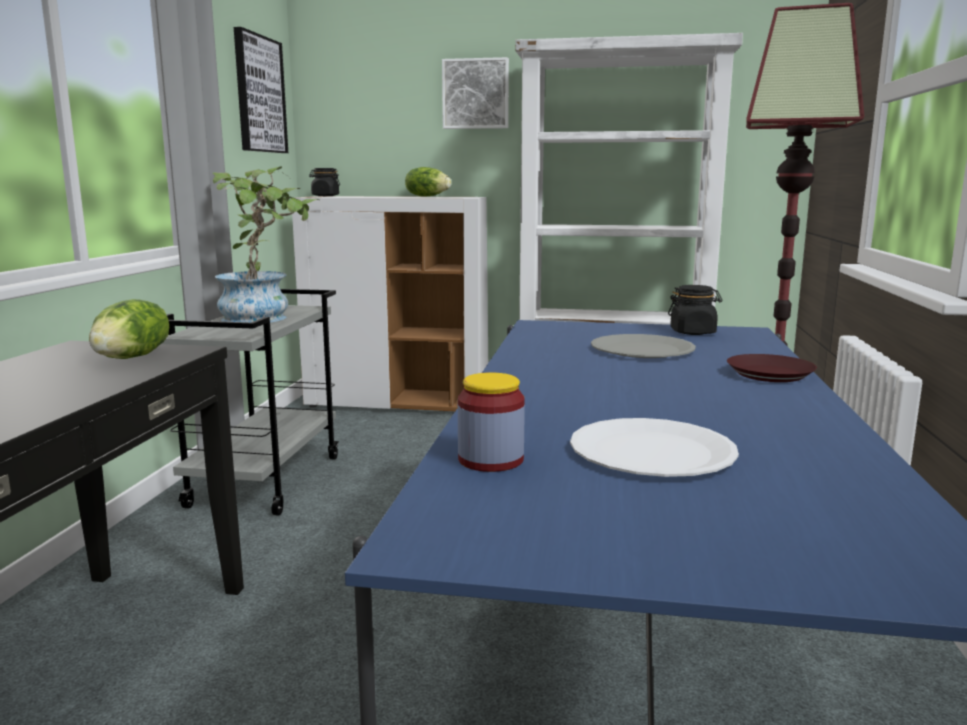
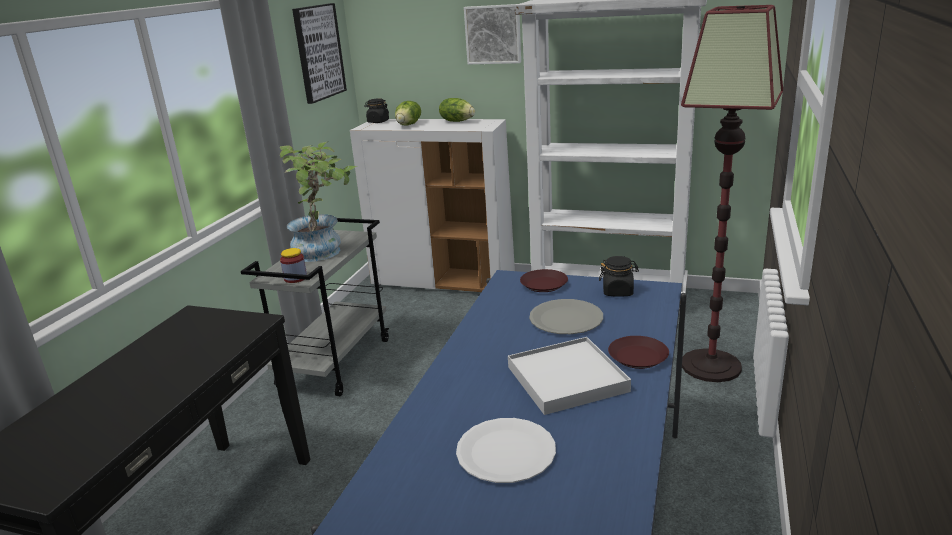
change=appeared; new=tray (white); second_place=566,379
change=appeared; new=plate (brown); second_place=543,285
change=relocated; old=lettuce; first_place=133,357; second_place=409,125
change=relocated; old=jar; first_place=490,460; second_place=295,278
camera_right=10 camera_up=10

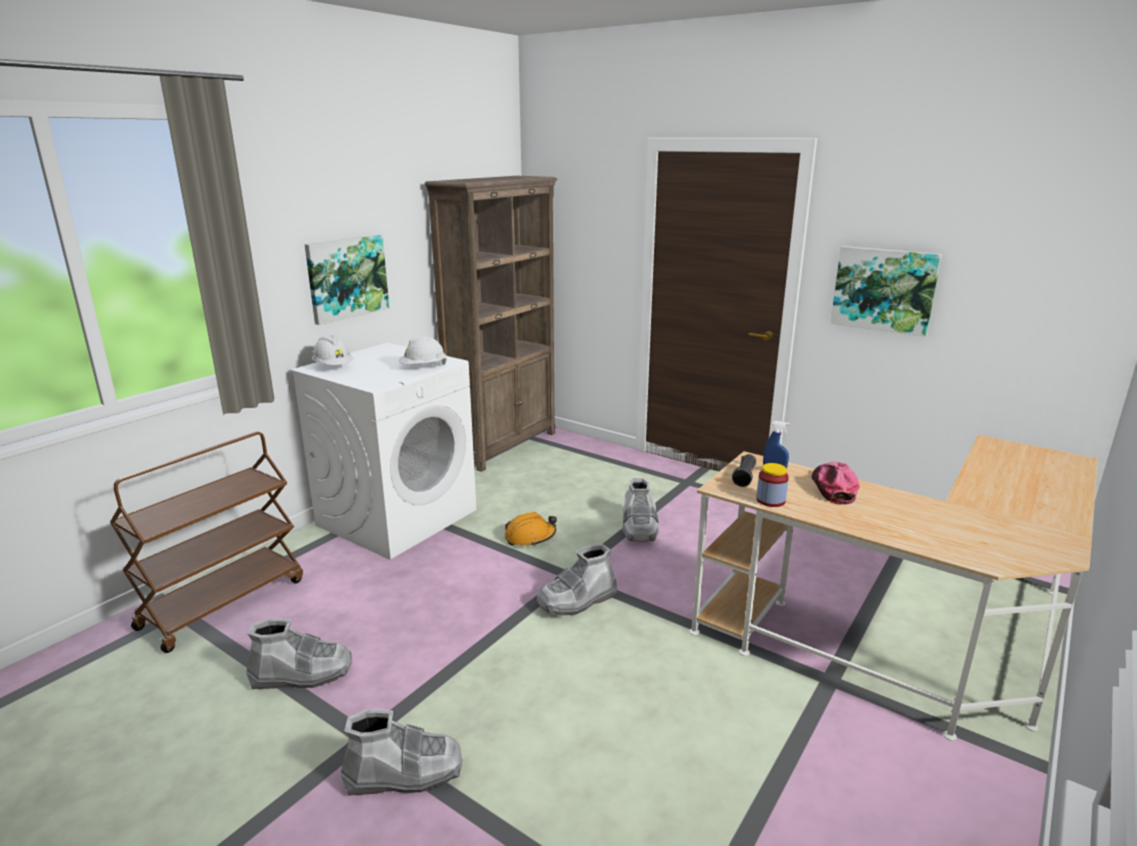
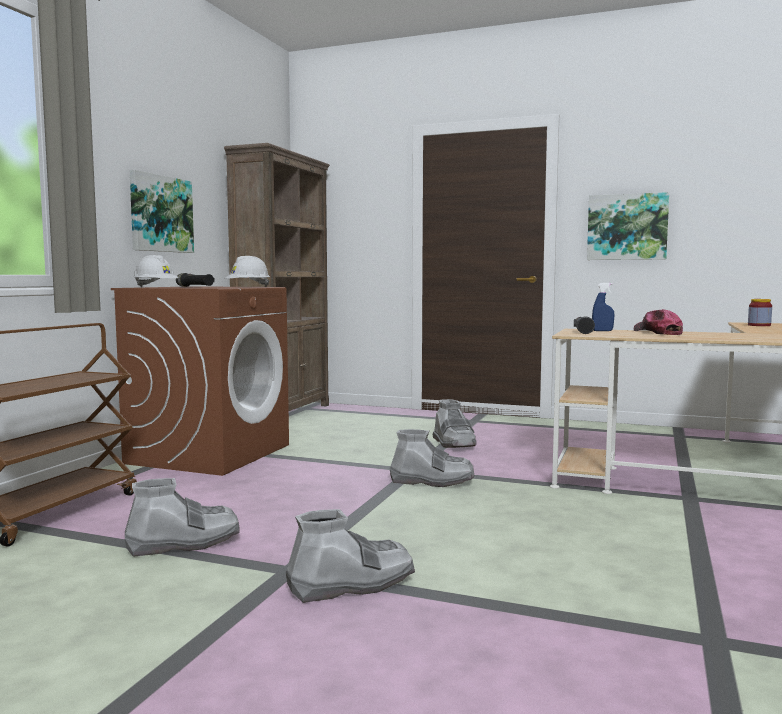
change=missing; old=hard hat (orange); first_place=530,537
change=appeared; new=flashlight (black); second_place=195,286
change=relocated; old=jar; first_place=770,500; second_place=759,325
change=colour; old=washing machine (white); new=washing machine (brown); first_place=397,517; second_place=209,454
change=spun; old=boot (grey); first_place=576,600; second_place=432,481; degrees=-120
camera_right=-15 camera_up=-15

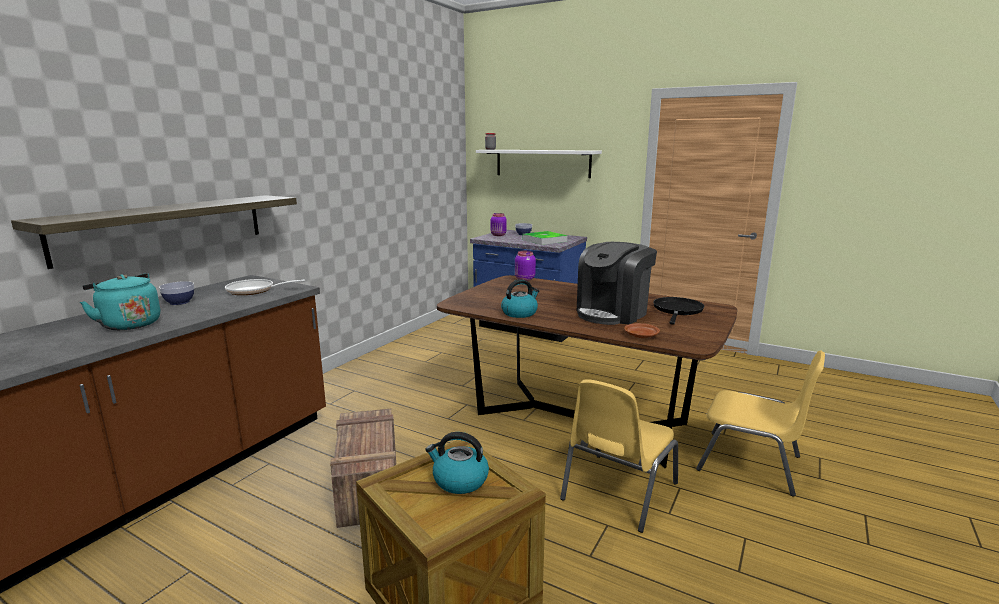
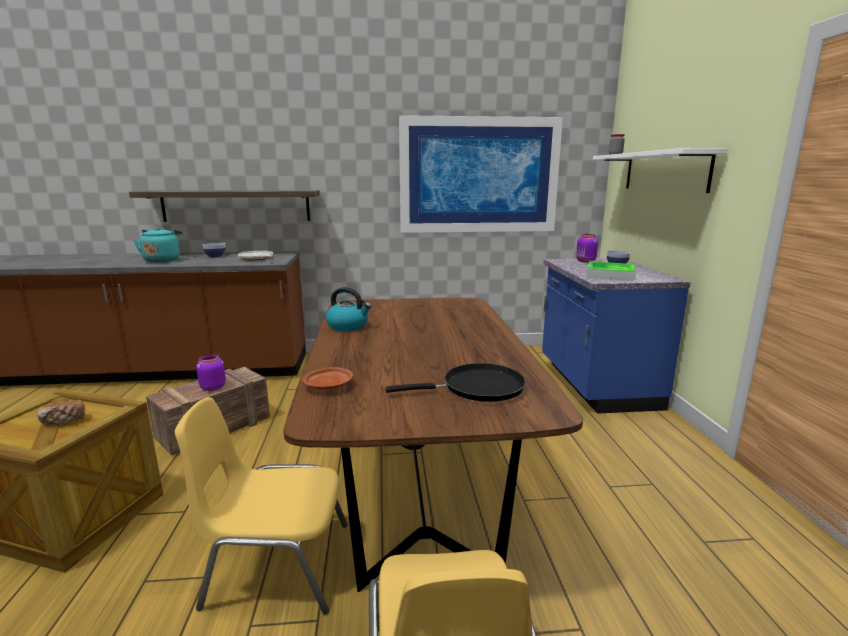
change=missing; old=coffee machine; first_place=612,313
change=appeared; new=picture; second_place=479,176
change=relocated; old=jar (purple); first_place=524,279; second_place=212,388
change=exchanged; old=kettle; new=bread; first_place=459,480; second_place=64,421
camera_right=55 camera_up=0

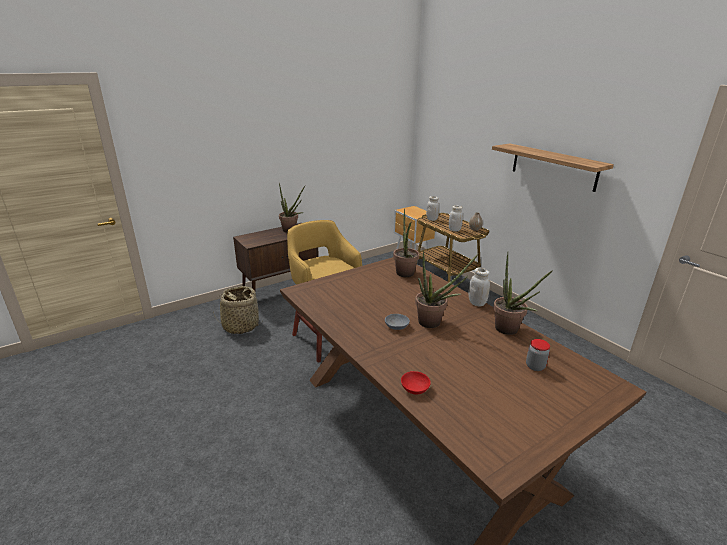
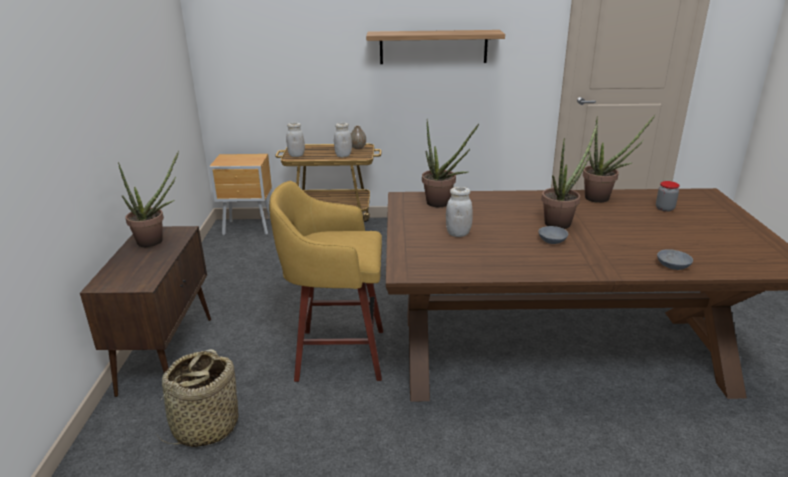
change=relocated; old=jar (white); first_place=477,303; second_place=458,233
change=colour; old=bowl (red); new=bowl (grey); first_place=413,388; second_place=672,266
camera_right=-55 camera_up=0

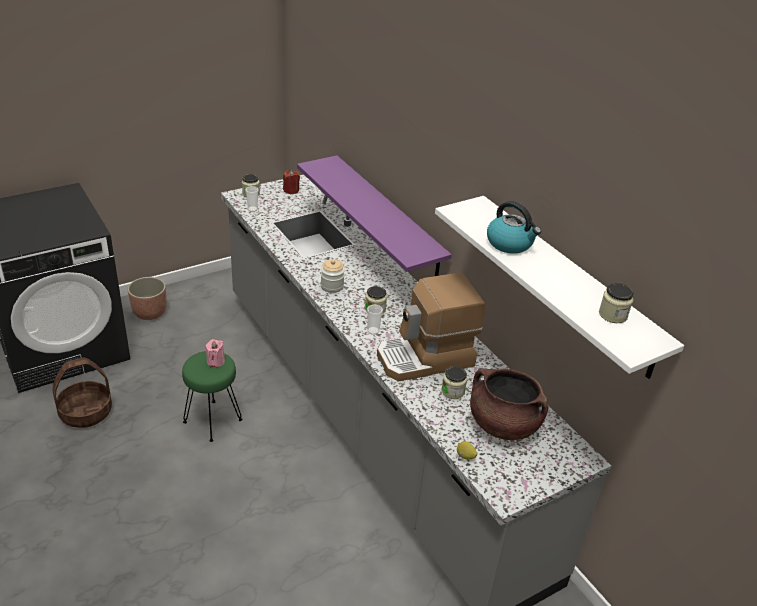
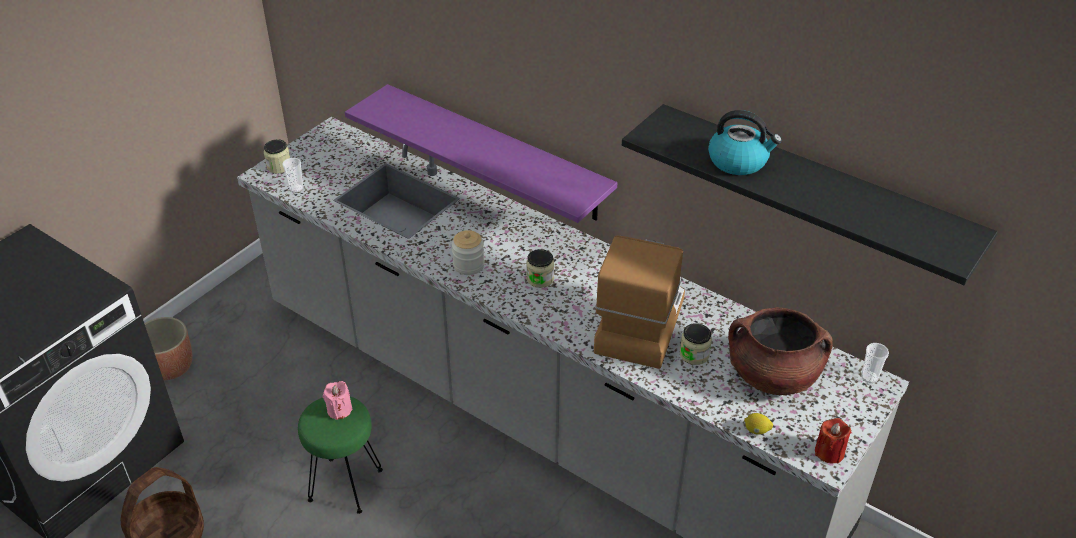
change=missing; old=jar; first_place=613,315
change=relocated; old=candle (red); first_place=291,190; second_place=829,452
change=relocated; old=cup; first_place=373,331; second_place=869,377
change=colour; old=shelf (white); new=shelf (black); first_place=566,284; second_place=812,190
change=spun; old=coffee machine; first_place=426,358; second_place=638,323; degrees=150
camera_right=-20 camera_up=5

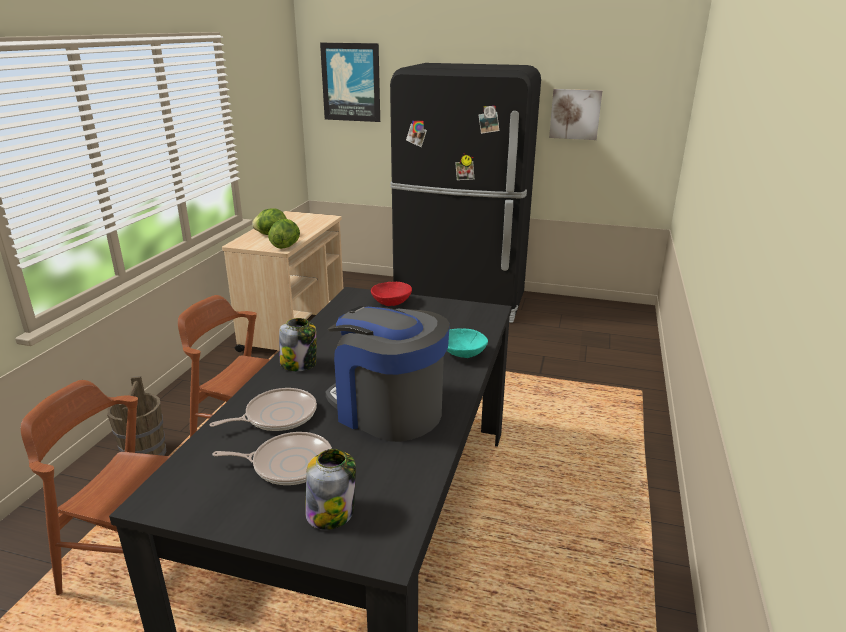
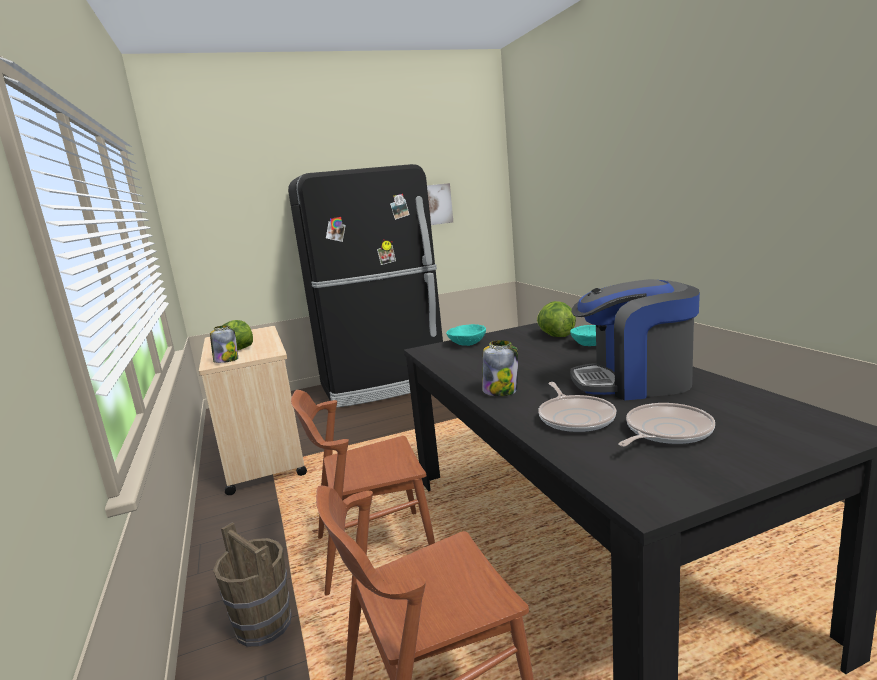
change=missing; old=picture; first_place=351,82
change=relocated; old=lettuce; first_place=286,246; second_place=555,336
change=relocated; old=jar; first_place=331,512; second_place=226,360
change=colour; old=bowl (red); new=bowl (turquoise); first_place=392,302; second_place=467,343
change=spun; old=frying pan; first_place=277,416; second_place=575,417; degrees=150
camera_right=-35 camera_up=-10

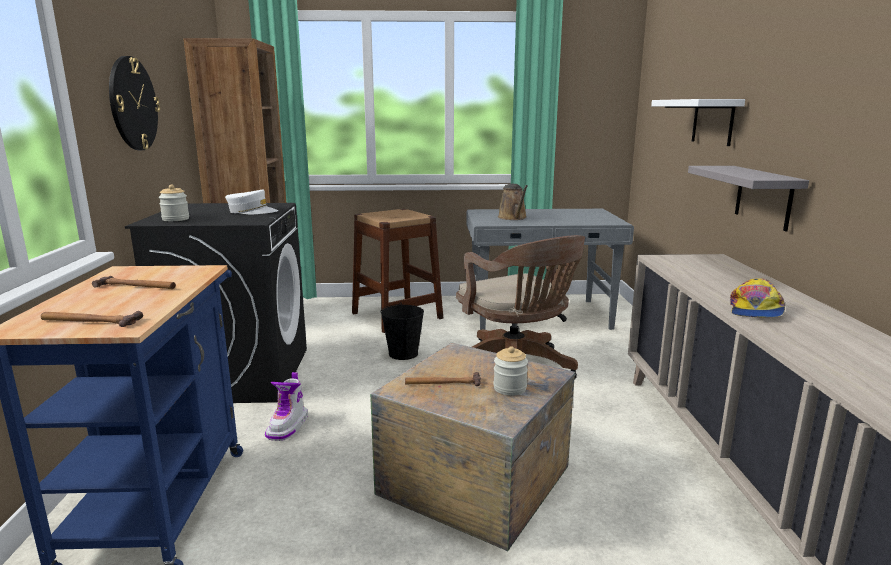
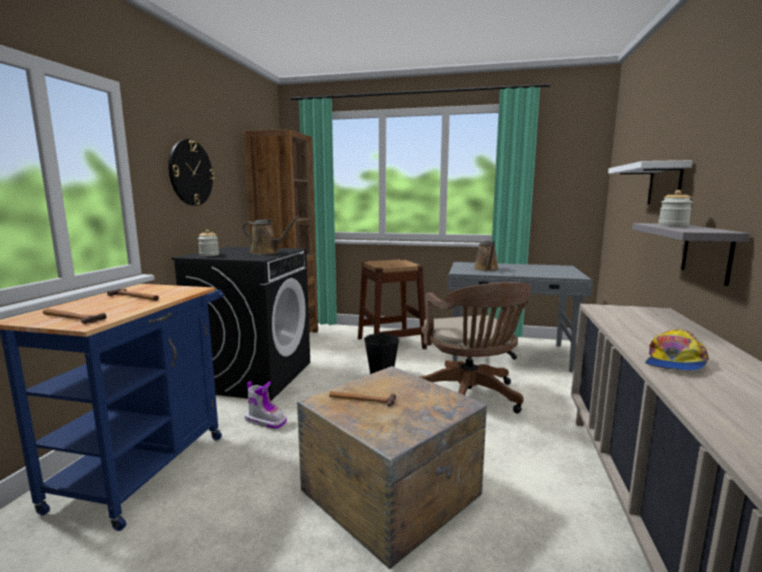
change=relocated; old=jar; first_place=510,388; second_place=673,226
change=exchanged; old=cap (white); new=watering can (brown); first_place=252,211; second_place=266,252
change=spun; old=boot; first_place=288,426; second_place=265,421; degrees=-90
camera_right=15 camera_up=-5

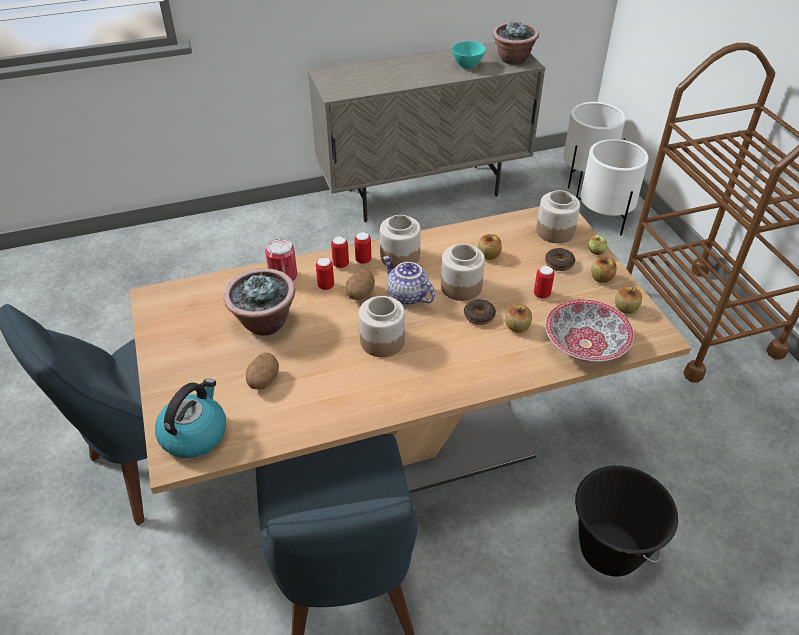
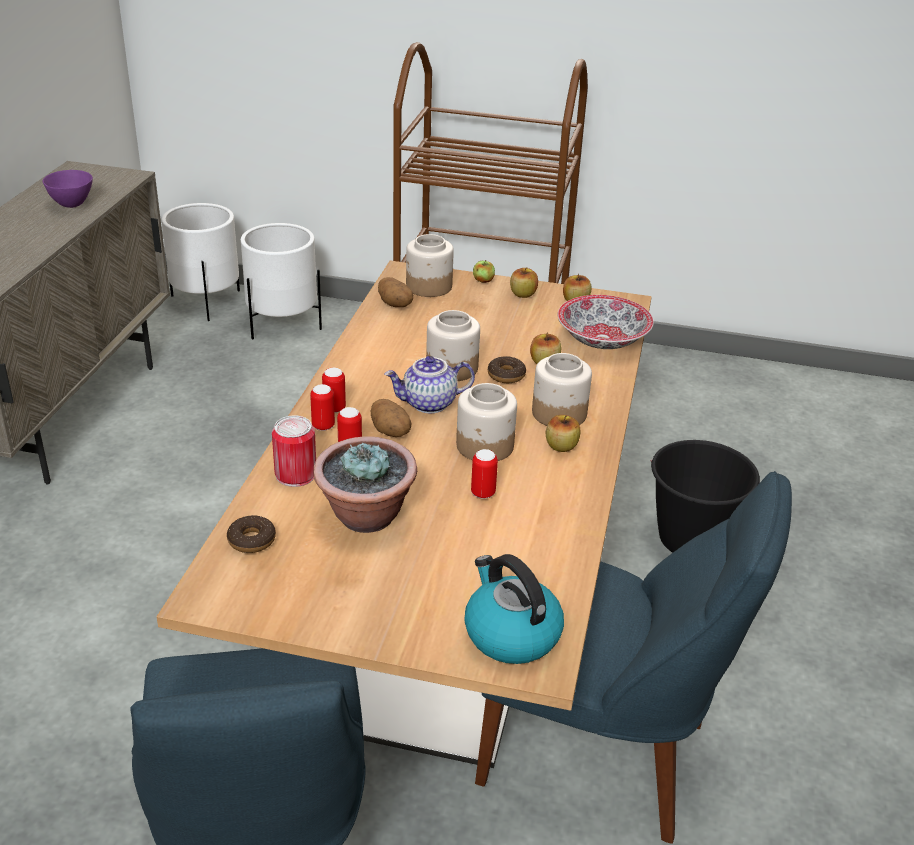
change=missing; old=potted plant; first_place=512,59
change=relocated; old=potato; first_place=263,381; second_place=396,305
change=relocated; old=jar; first_place=399,256; second_place=558,413
change=relocated; old=apple; first_place=488,255; second_place=561,446
change=relocated; old=can; first_place=541,294; second_place=483,493
change=relocated; old=donut; first_place=559,263; second_place=251,540
change=colour; old=bowl (turquoise); new=bowl (purple); first_place=467,66; second_place=72,204
camera_right=-60 camera_up=-10

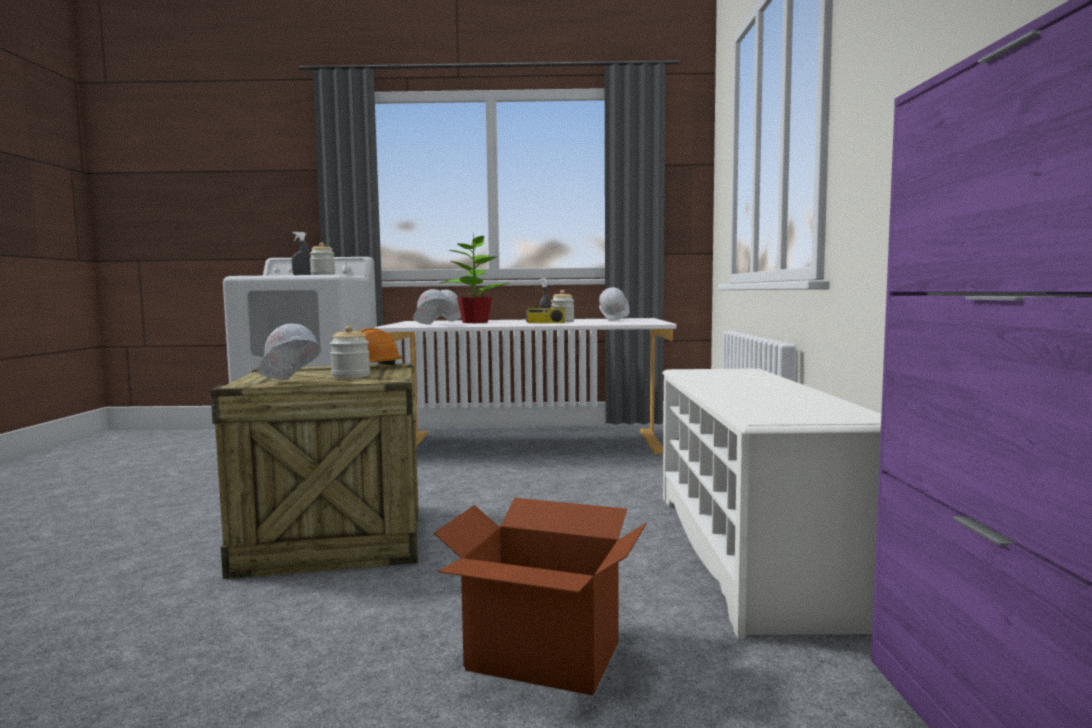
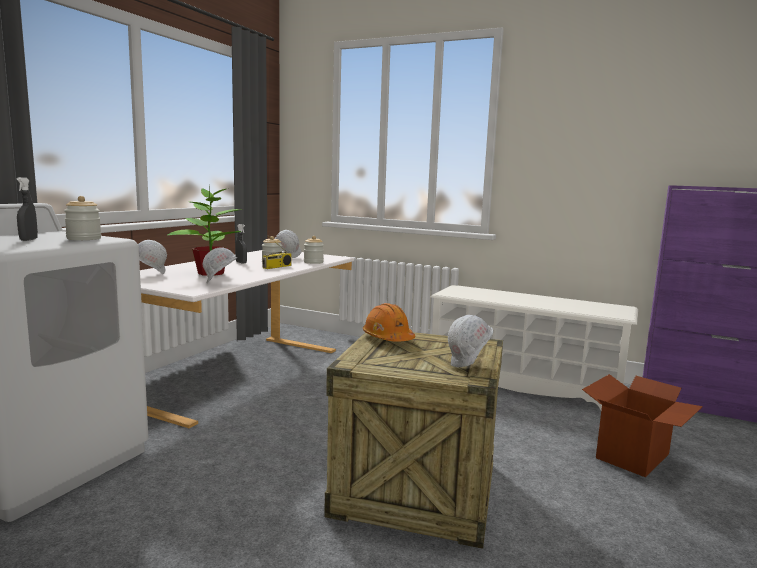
change=relocated; old=jar; first_place=350,376; second_place=313,262
camera_right=-65 camera_up=5

